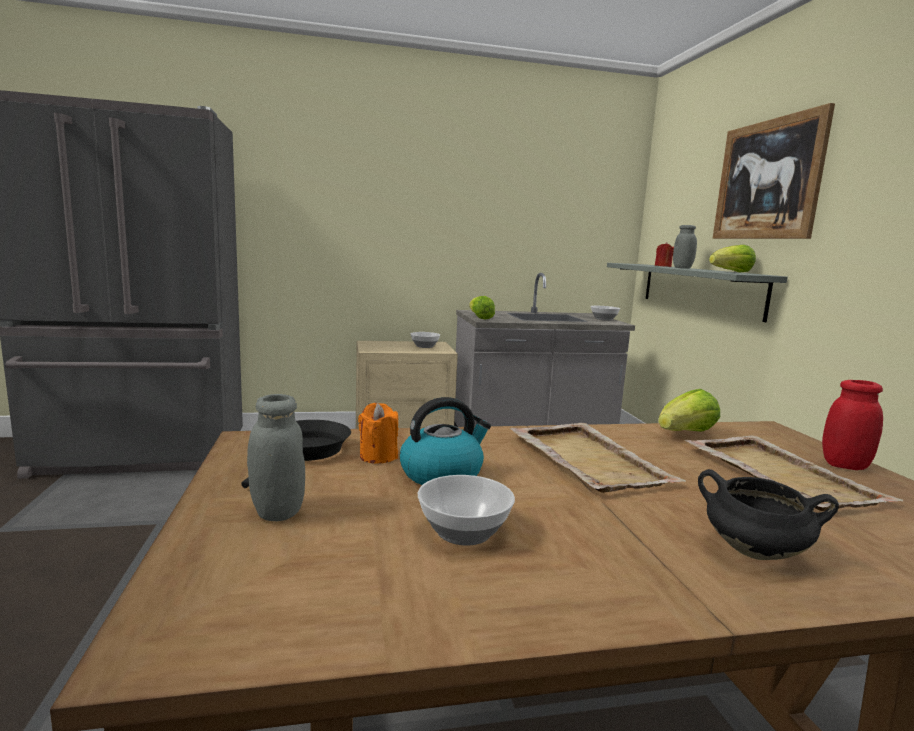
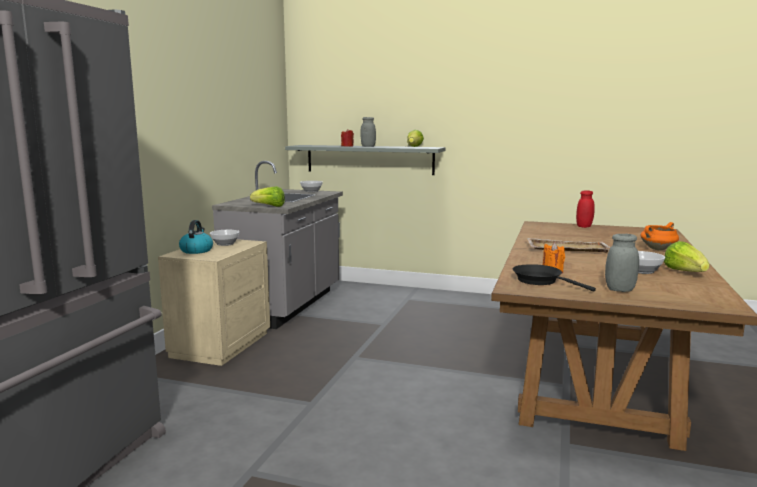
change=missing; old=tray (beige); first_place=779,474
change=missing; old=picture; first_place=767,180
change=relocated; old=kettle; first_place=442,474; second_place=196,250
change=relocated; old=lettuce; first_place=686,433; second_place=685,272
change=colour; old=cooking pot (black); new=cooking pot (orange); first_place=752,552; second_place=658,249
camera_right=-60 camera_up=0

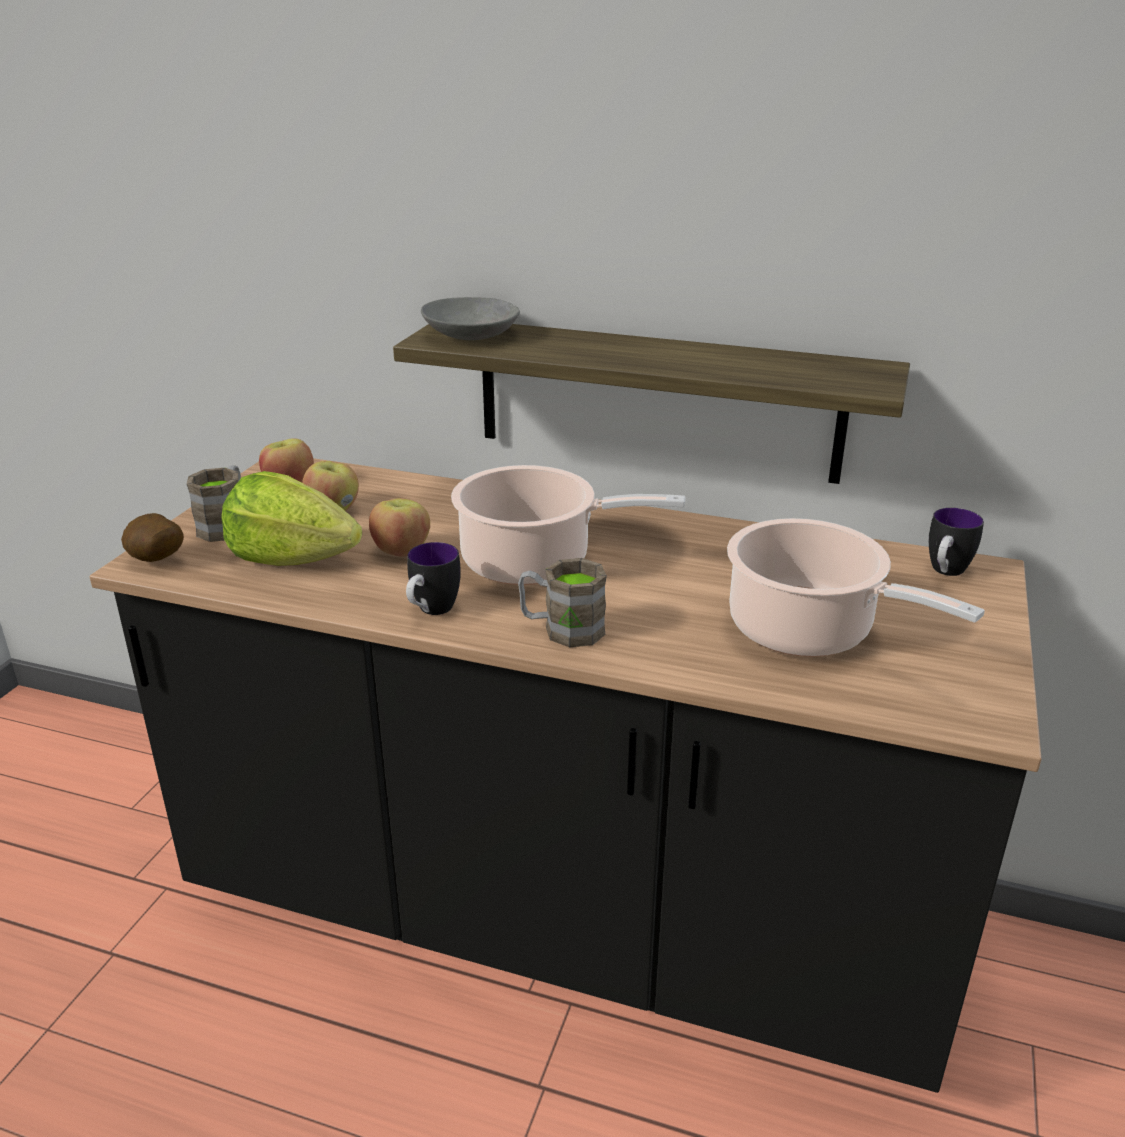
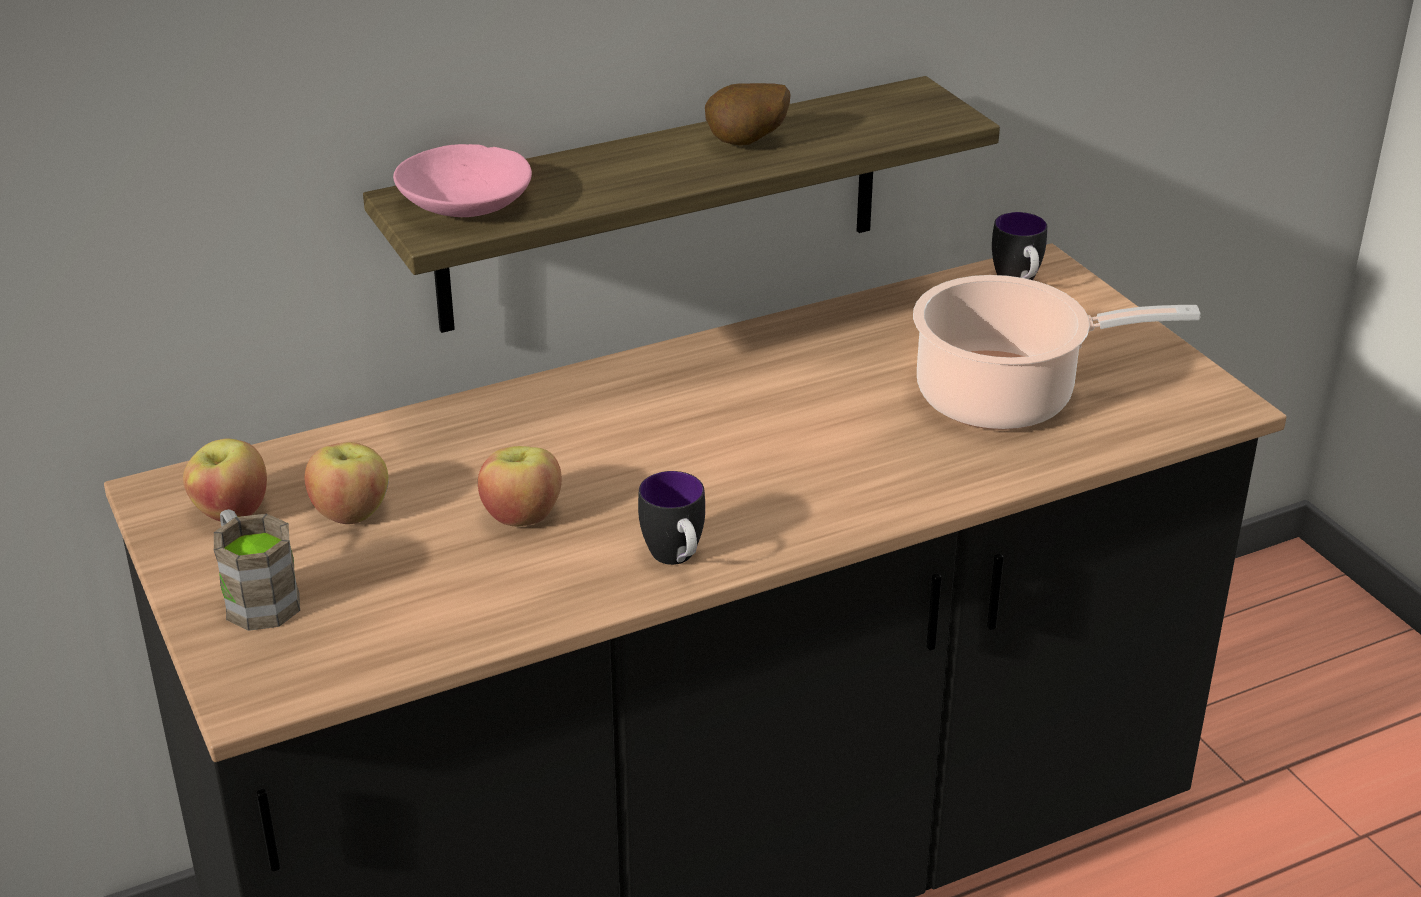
change=missing; old=lettuce; first_place=292,558
change=missing; old=cooking pot; first_place=535,562
change=missing; old=mug (brown); first_place=562,629
change=relocated; old=potato; first_place=156,561; second_place=747,144
change=colour; old=bowl (grey); new=bowl (pink); first_place=472,335; second_place=467,204
camera_right=-45 camera_up=5

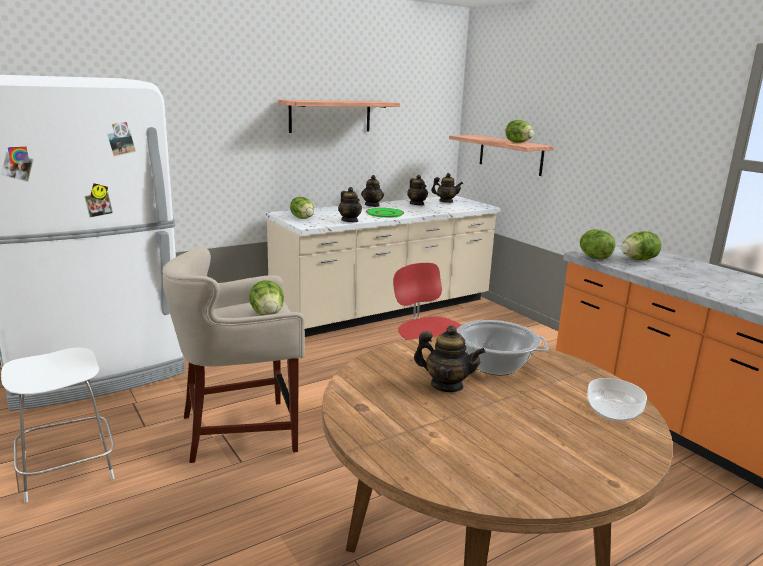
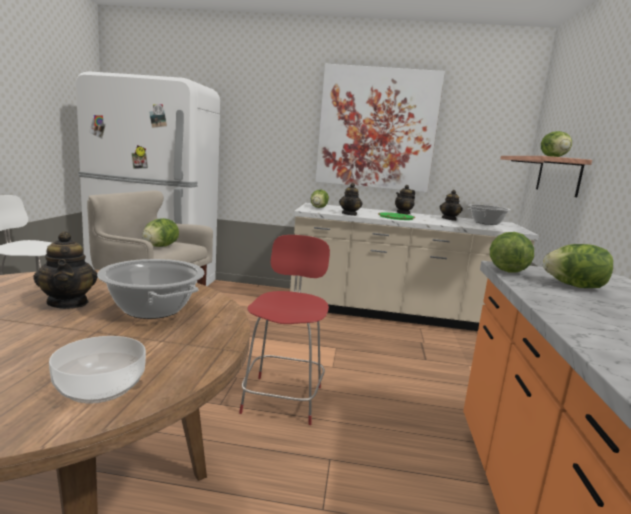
change=exchanged; old=shelf; new=picture; first_place=330,116; second_place=377,129
change=exchanged; old=teapot; new=cooking pot; first_place=446,201; second_place=486,223
camera_right=40 camera_up=-5

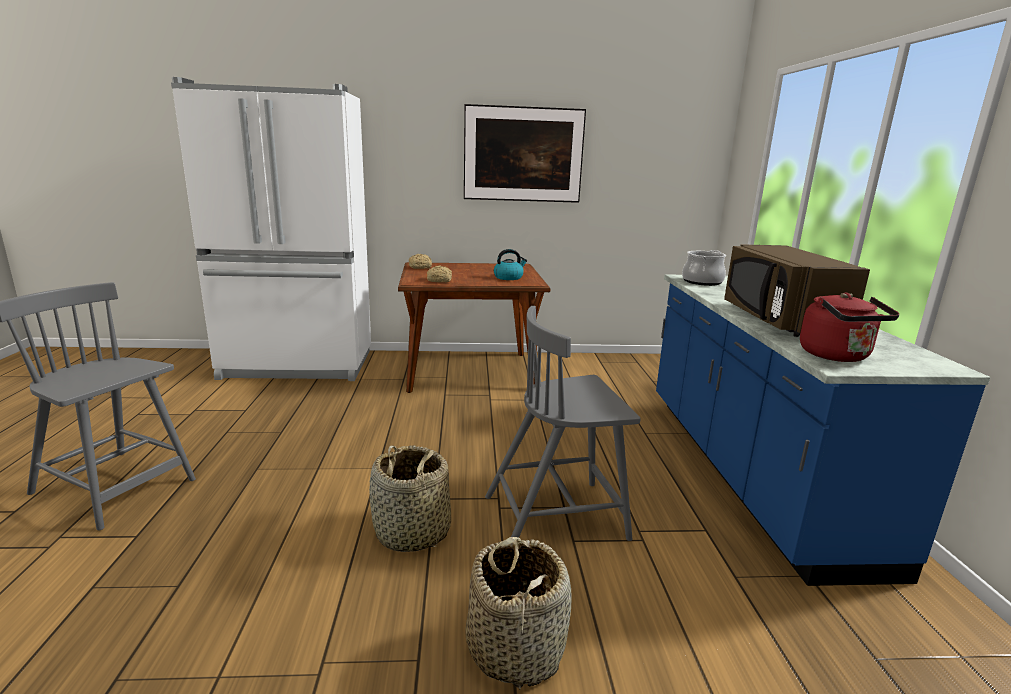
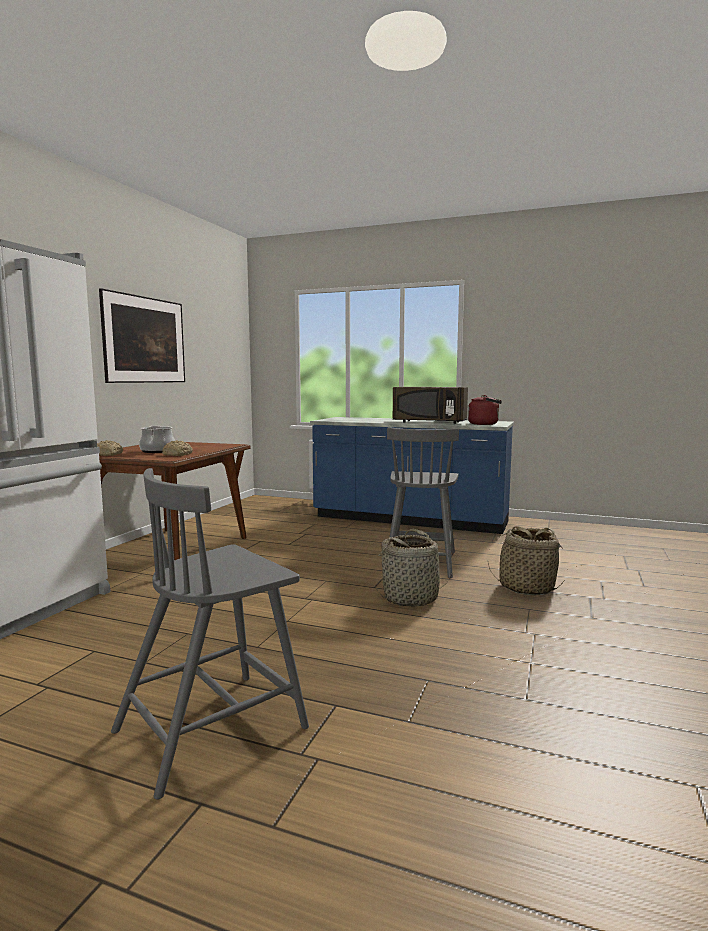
change=missing; old=kettle; first_place=509,277
change=relocated; old=cooking pot; first_place=702,282; second_place=158,451
camera_right=-65 camera_up=-10

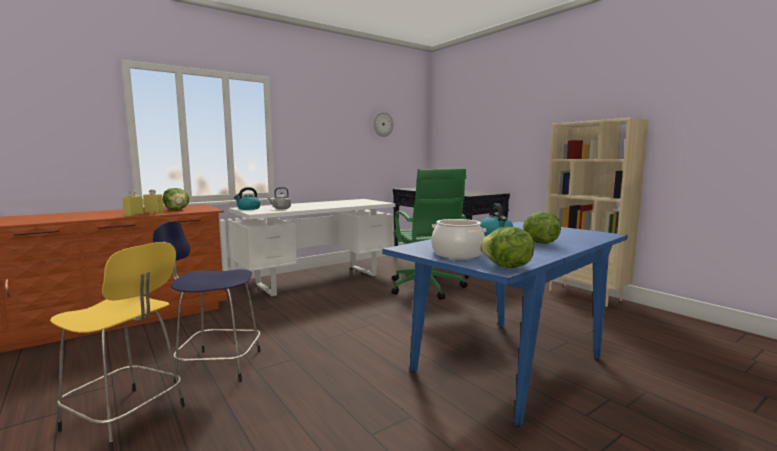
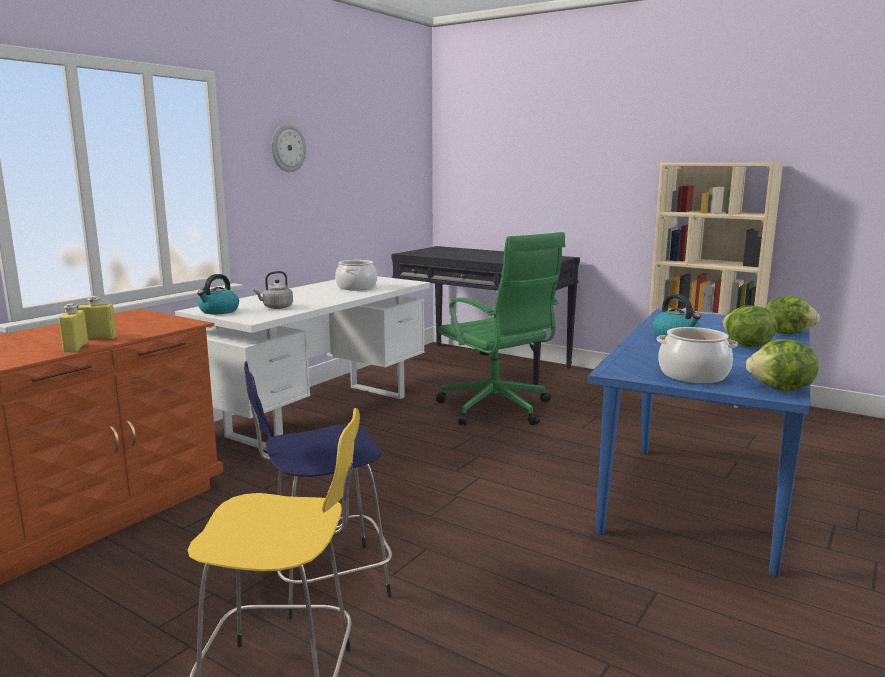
change=appeared; new=cooking pot; second_place=356,287
change=relocated; old=lettuce; first_place=177,210; second_place=787,333
change=relocated; old=wall clock; first_place=382,124; second_place=287,148
camera_right=-20 camera_up=5

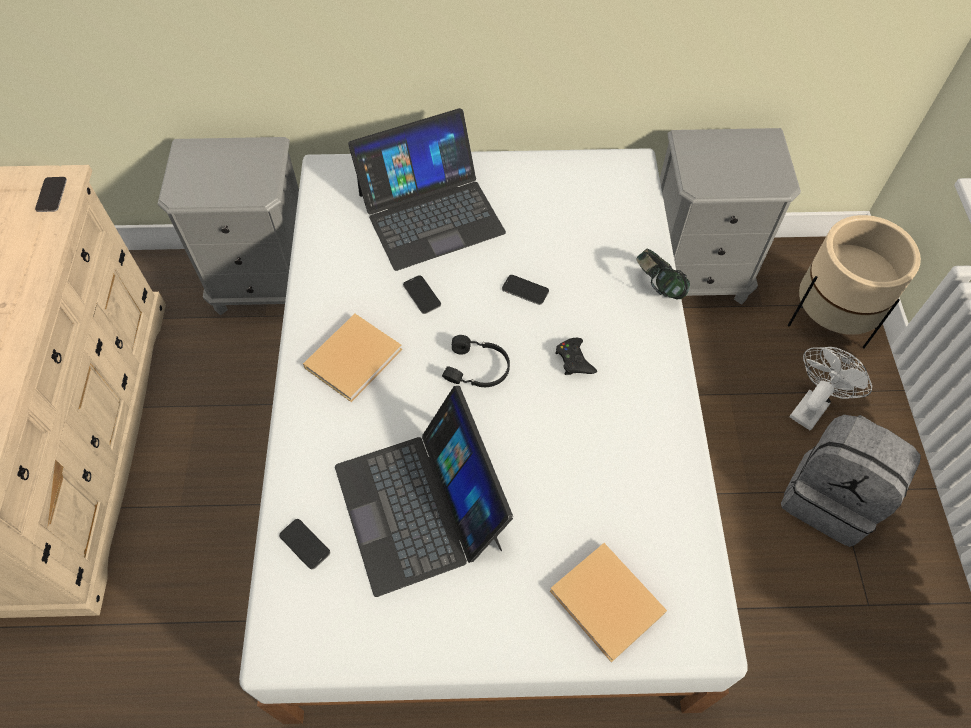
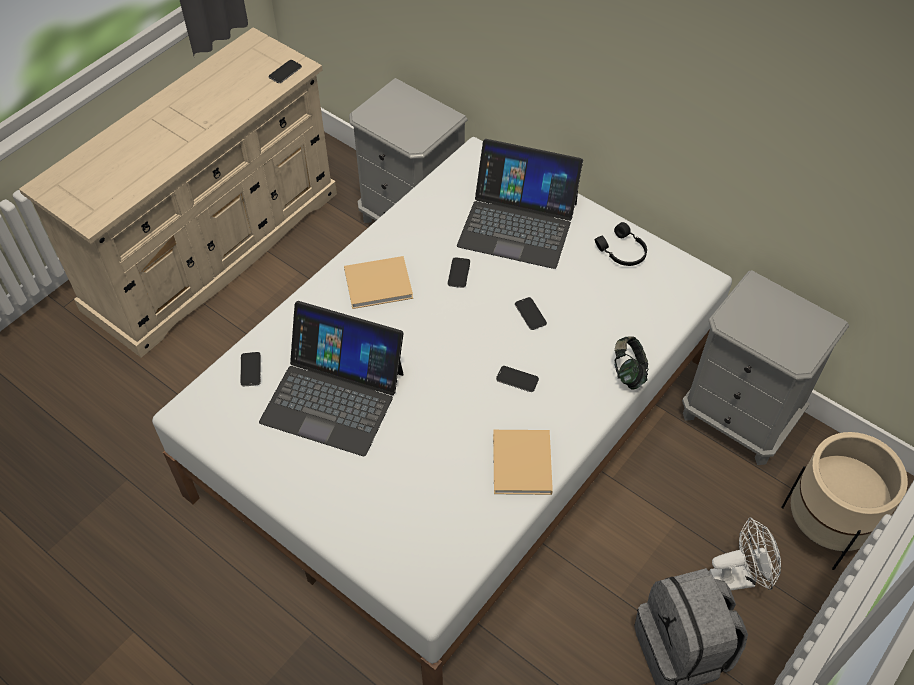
change=relocated; old=headphones (black); first_place=477,369; second_place=622,252
change=relocated; old=book (beige); first_place=609,604; second_place=522,465
change=exchanged; old=game controller (black); new=phone; first_place=574,360; second_place=517,379
change=spun; old=laptop; first_place=420,506; second_place=333,396; degrees=-90
camera_right=40 camera_up=-5

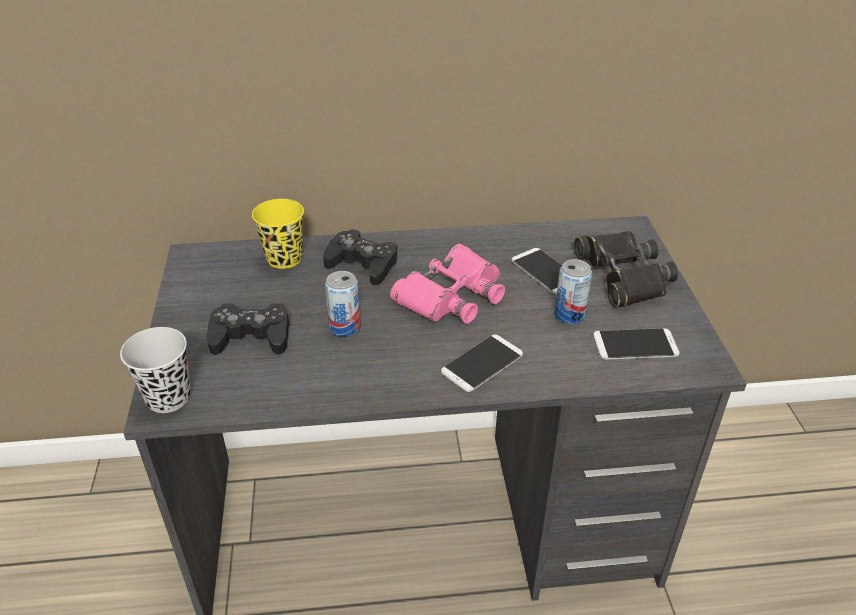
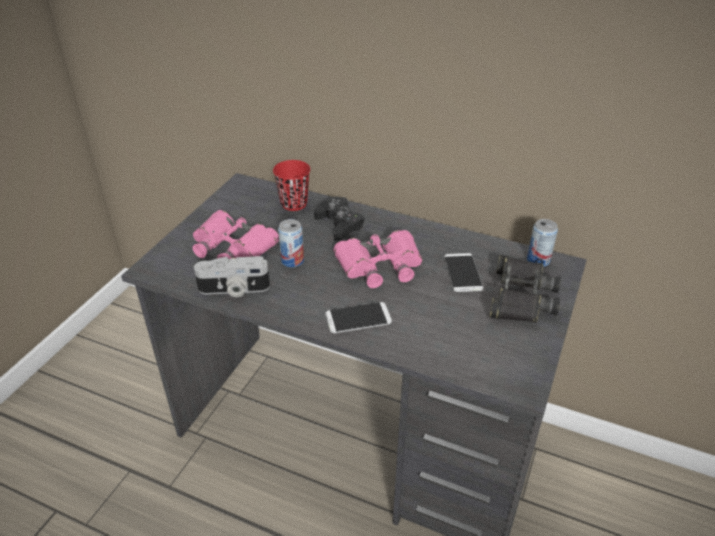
change=missing; old=cup (black); first_place=168,398
change=missing; old=phone; first_place=635,345
change=appeared; new=photo camera; second_place=234,290
change=relocated; old=can; first_place=569,314; second_place=538,260
change=exchanged; old=game controller (black); new=binoculars (pink); first_place=251,336; second_place=232,246
change=colour; old=cup (yellow); new=cup (red); first_place=284,258; second_place=294,204
camera_right=30 camera_up=0

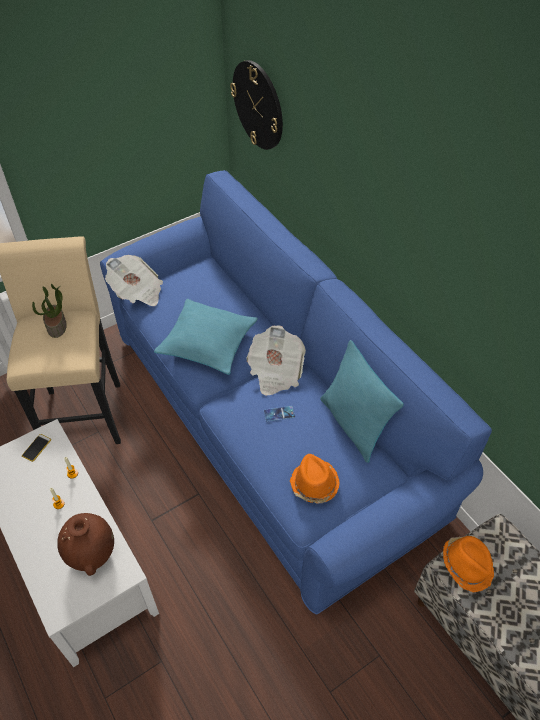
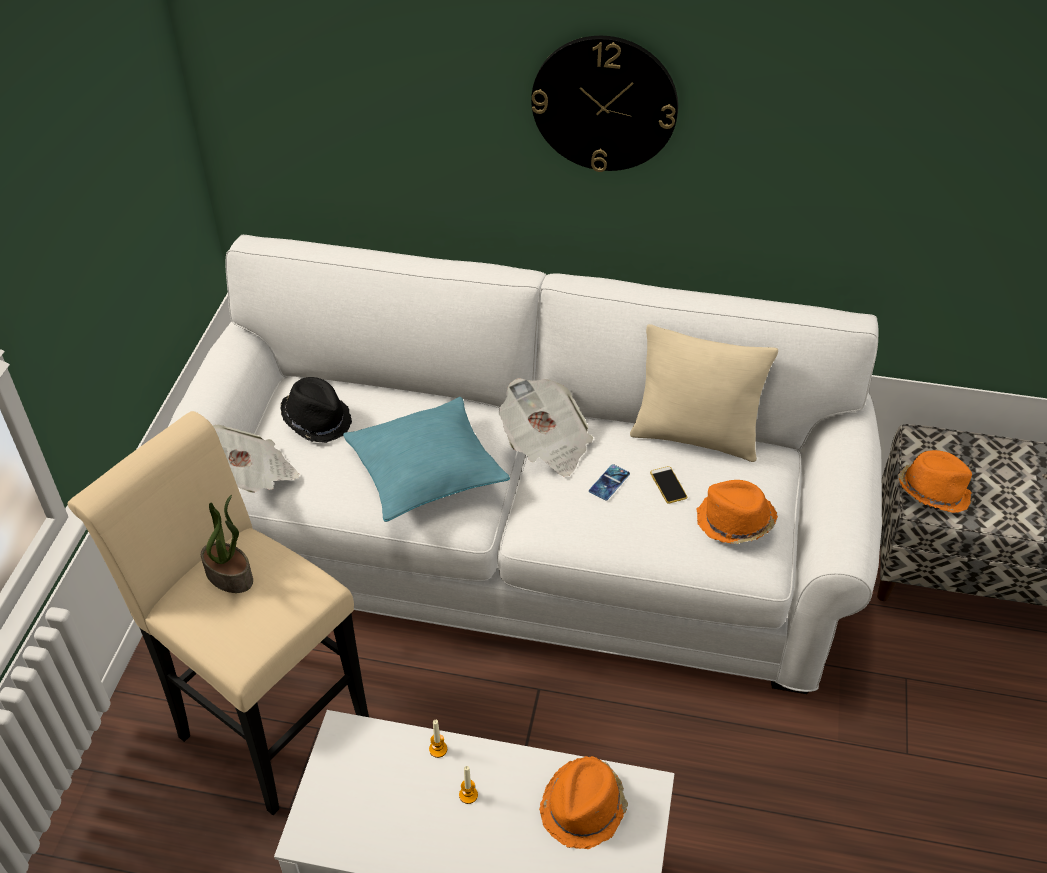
change=appeared; new=hat (black); second_place=317,420
change=relocated; old=phone; first_place=36,448; second_place=668,485
change=relocated; old=wall clock; first_place=258,105; second_place=604,104
change=exchanged; old=vase (brown); new=hat (orange); first_place=92,554; second_place=584,807
change=colour; old=sofa (blue); new=sofa (white); first_place=270,423; second_place=524,547
change=colour; old=pillow (turquoise); new=pillow (beige); first_place=353,425; second_place=695,437
camera_right=-45 camera_up=-5

